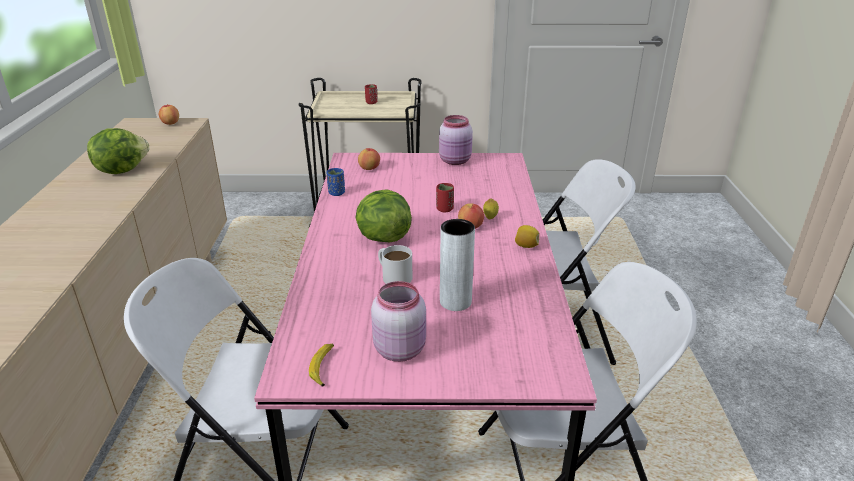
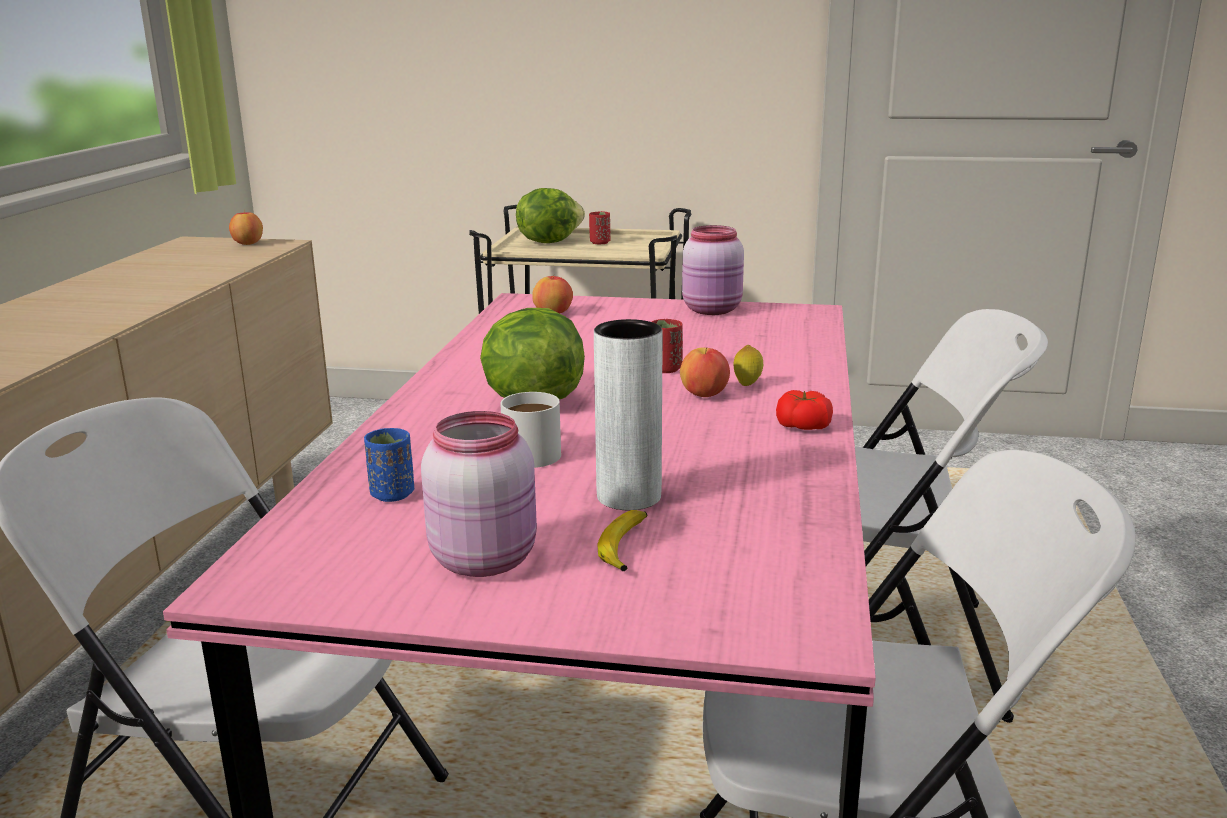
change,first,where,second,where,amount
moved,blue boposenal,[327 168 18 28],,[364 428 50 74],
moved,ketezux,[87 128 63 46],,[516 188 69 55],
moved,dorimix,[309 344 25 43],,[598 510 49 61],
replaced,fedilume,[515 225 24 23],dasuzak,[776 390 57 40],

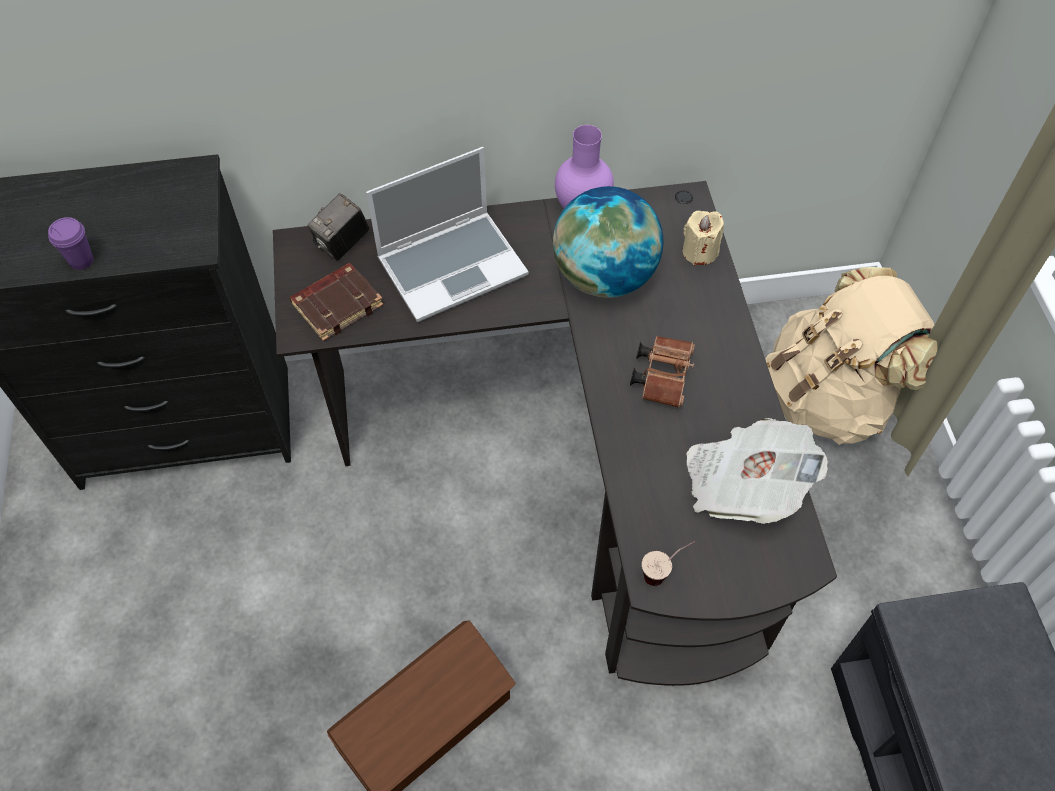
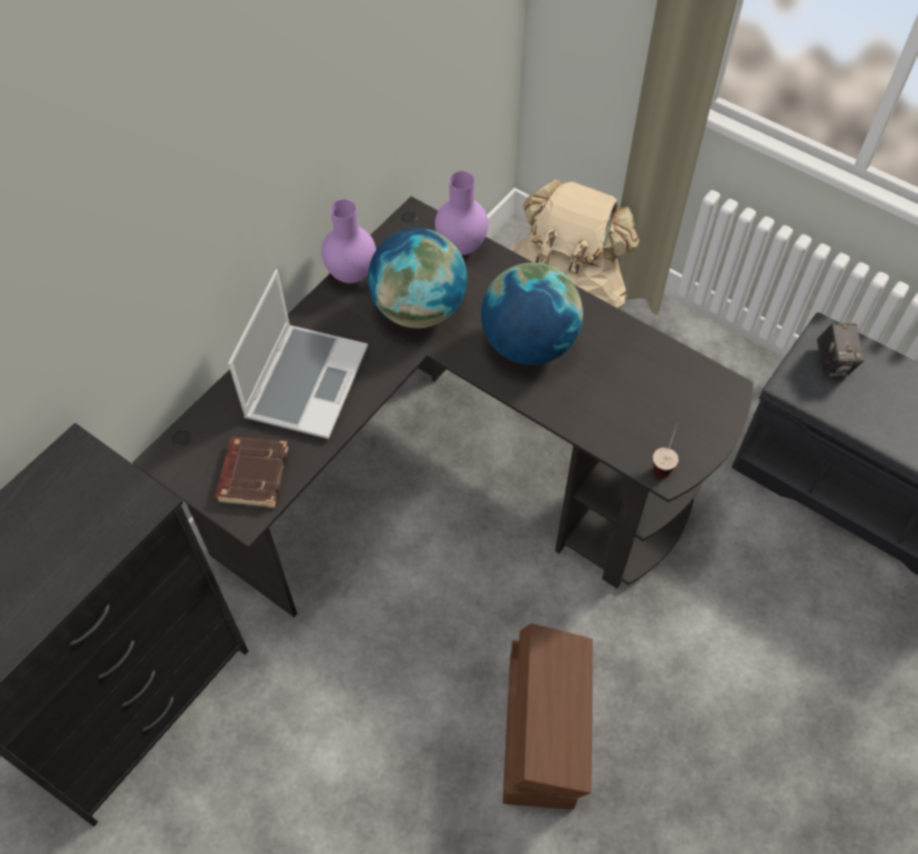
change,first,where,second,where,amount
replaced,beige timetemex,[682 210 42 55],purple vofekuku,[435 171 53 84],
replaced,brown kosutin,[630 336 65 72],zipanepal,[481 263 102 102],
moved,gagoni,[307 193 63 68],,[817 323 47 54],
removed,purple boposenal,[48 217 45 53],,,
removed,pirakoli,[686 418 142 106],,,

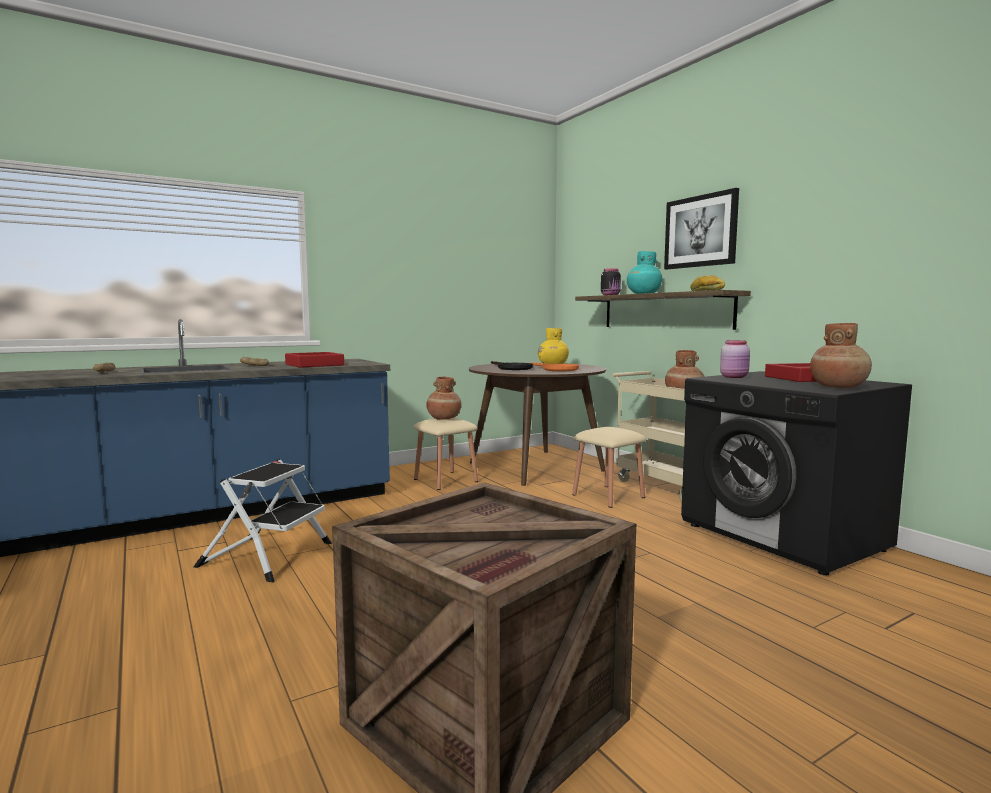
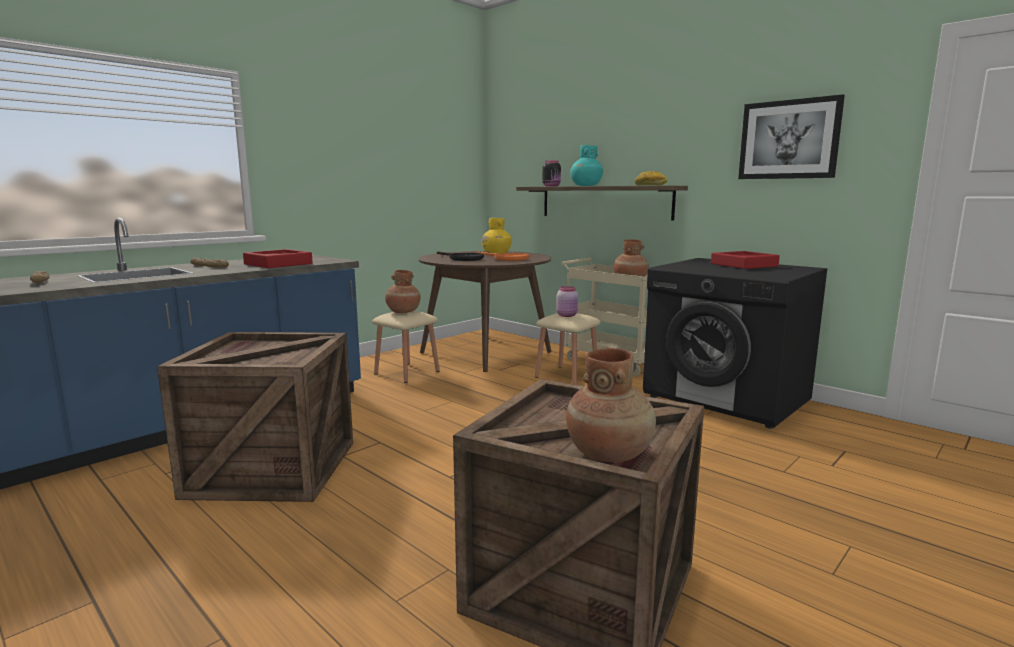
change,first,where,second,where,amount
replaced,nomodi,[193 459 139 123],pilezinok,[157 332 196 170],
moved,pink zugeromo,[720 340 30 38],,[556 286 22 31],
moved,brown vofekuku,[810 323 62 65],,[566 348 90 114],
moved,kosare,[664 188 75 81],,[738 94 107 85],

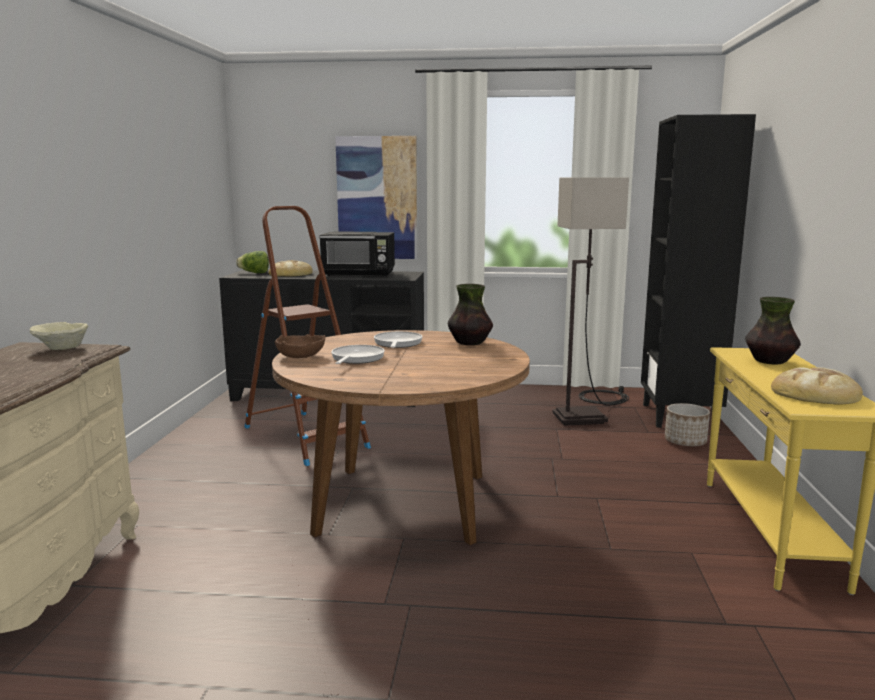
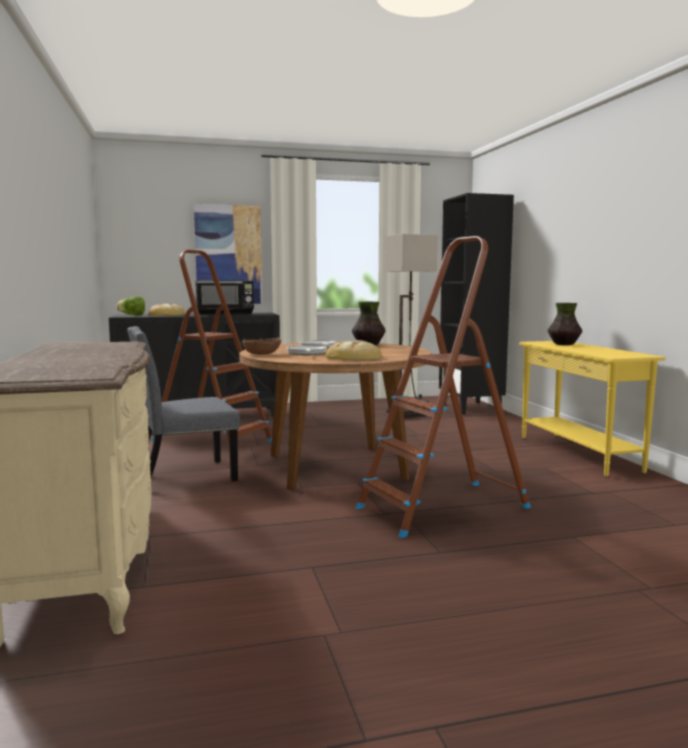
change,first,where,second,where,amount
added,,,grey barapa,[127 326 113 155],
moved,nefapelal,[771 367 92 38],,[326 340 55 20],
added,,,brown nomodi,[356 236 175 302],
removed,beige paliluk,[30 322 59 28],,,
removed,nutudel,[665 403 45 43],,,

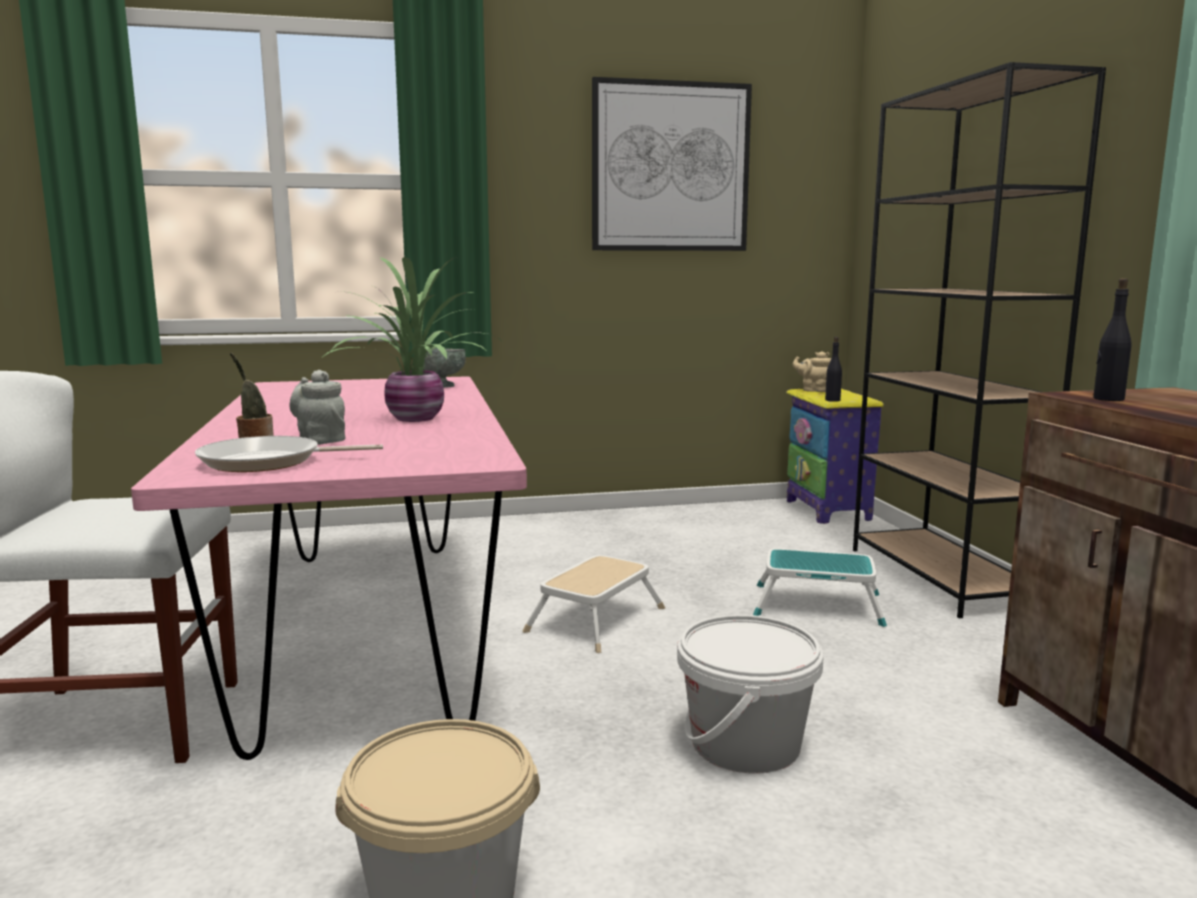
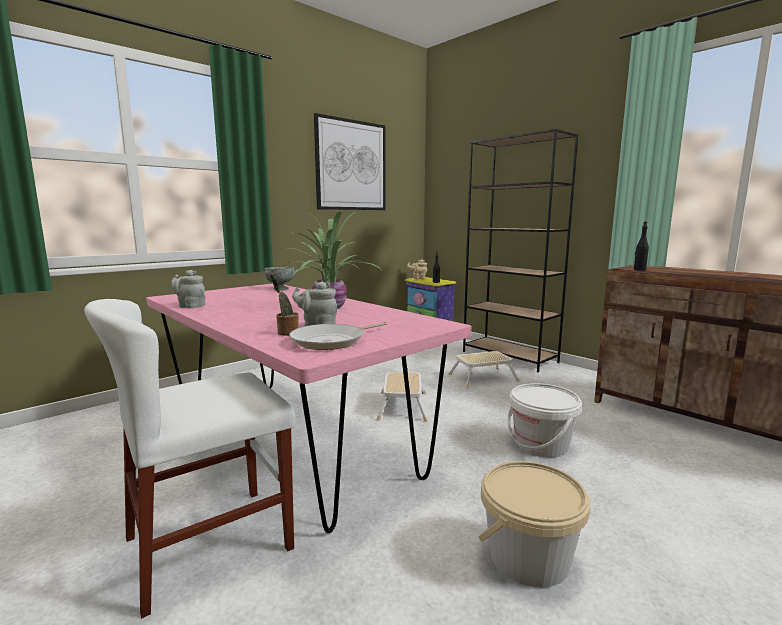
change,first,where,second,where,amount
added,,,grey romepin,[171 270 34 38],
recoloured,turquoise nomodi,[753 549 134 78],beige nomodi,[448 351 71 37],

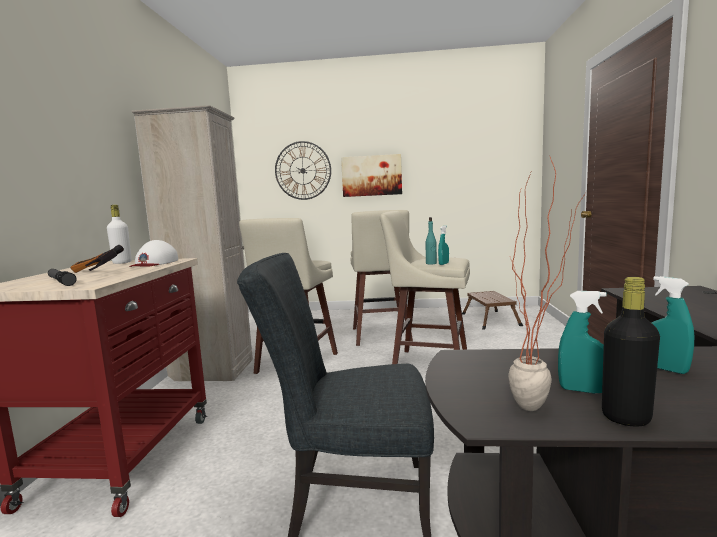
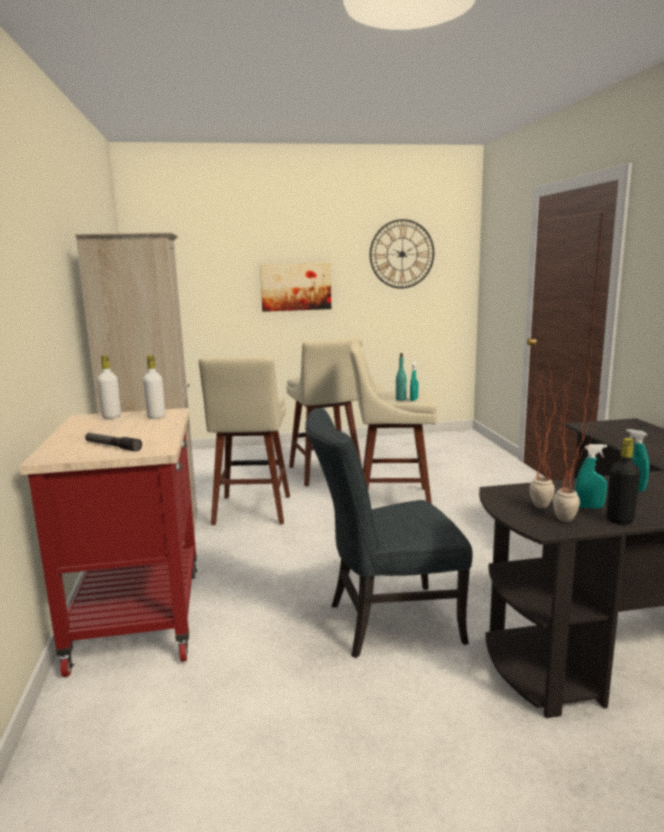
change,first,where,second,where,amount
replaced,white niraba,[129 240 49 27],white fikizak,[143 355 22 64],
moved,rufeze,[275 141 56 59],,[370 219 64 70],
added,,,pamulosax,[529 360 32 149],
removed,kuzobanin,[70 245 54 28],,,
removed,brown nomodi,[462 291 61 39],,,

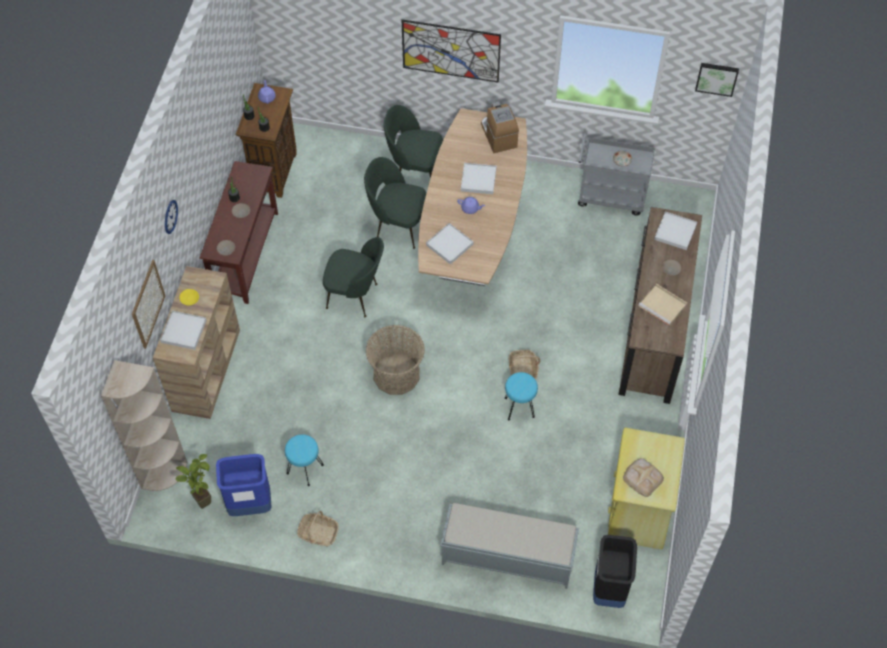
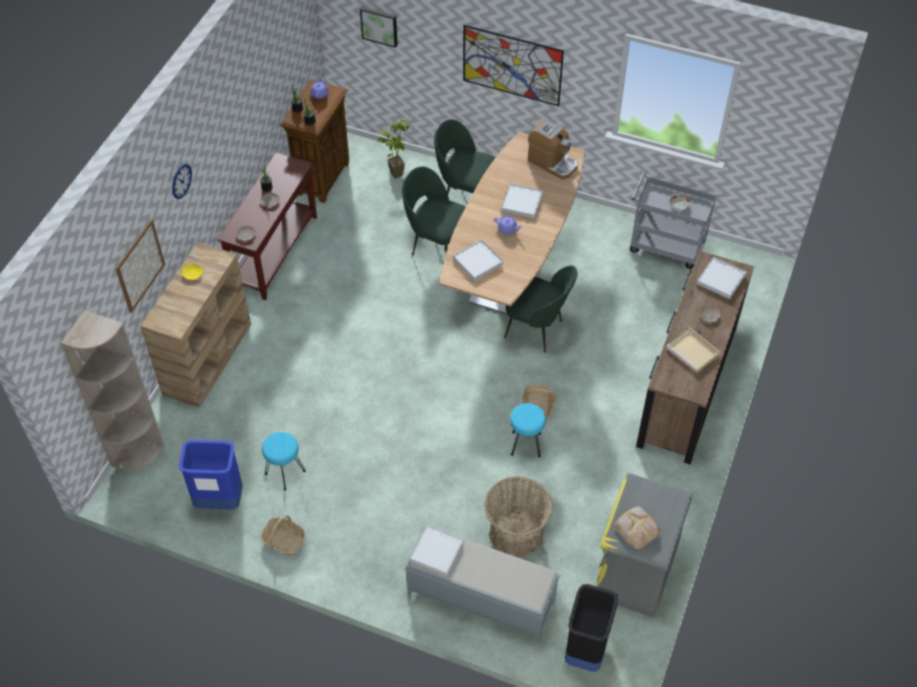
change,first,where,second,where,amount
moved,kosare,[695 63 44 34],,[360 7 38 41],
moved,pamulosax,[175 454 36 55],,[377 119 32 60],
moved,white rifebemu,[160 310 47 40],,[410 525 54 51],
moved,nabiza,[366 325 59 70],,[484 476 69 82],
moved,green barapa,[323 237 61 81],,[504 265 74 87],
turned,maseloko,[481 101 38 52],,[528 120 50 59],135 degrees clockwise
recoloured,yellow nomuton,[608 428 77 121],grey nomuton,[596 473 96 144],

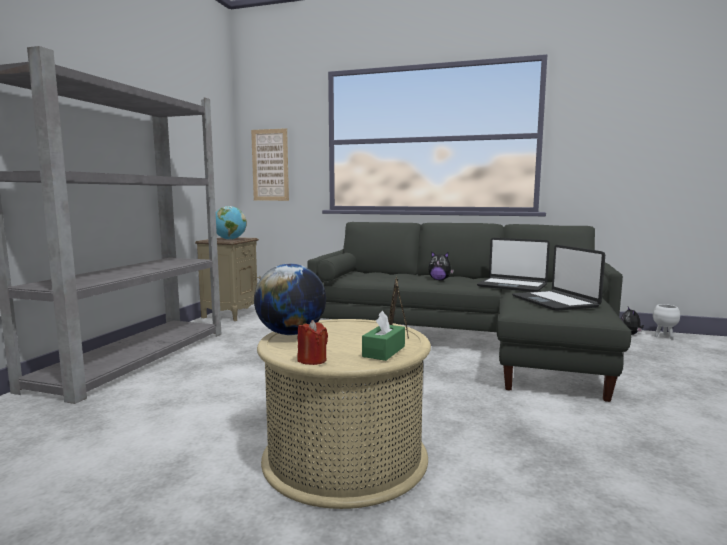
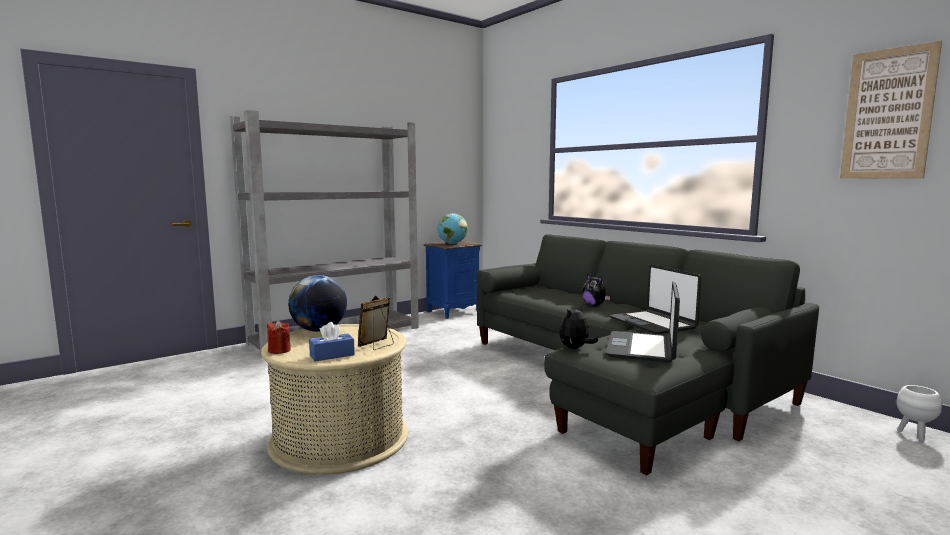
change,first,where,second,where,amount
recoloured,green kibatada,[362 311 43 50],blue kibatada,[309 322 46 39],
recoloured,beige nomuton,[195 237 66 84],blue nomuton,[424 241 58 78],
moved,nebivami,[621 307 23 28],,[559 306 39 43],
moved,kosare,[251 128 38 73],,[840 41 102 138],

